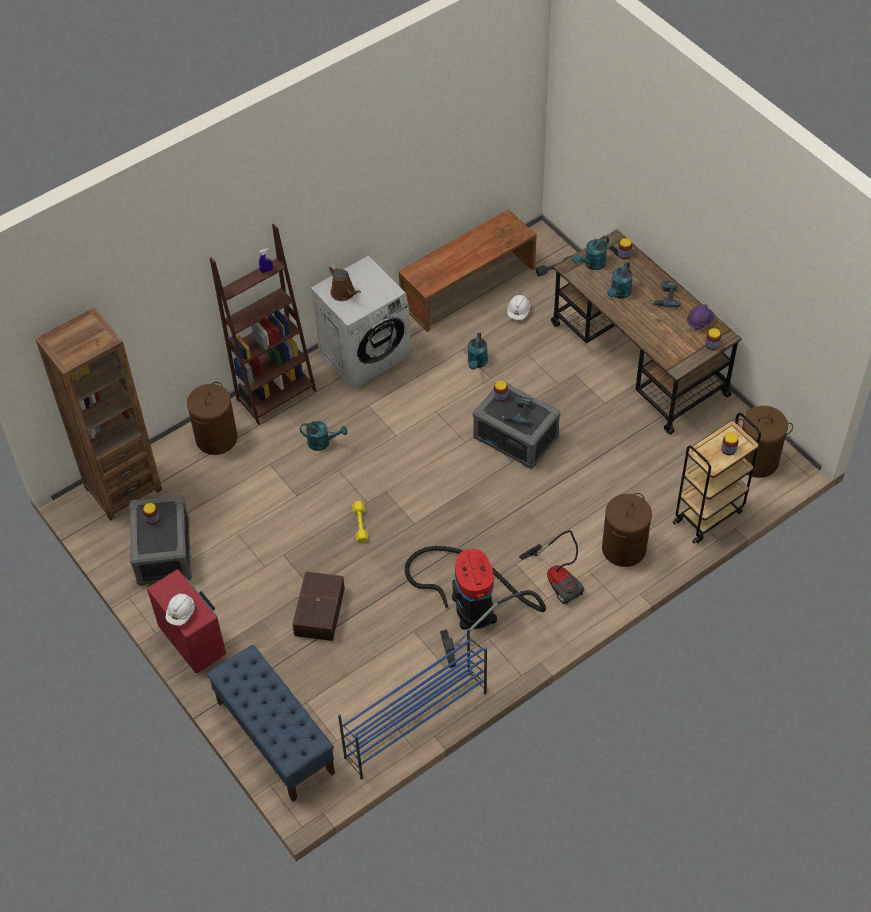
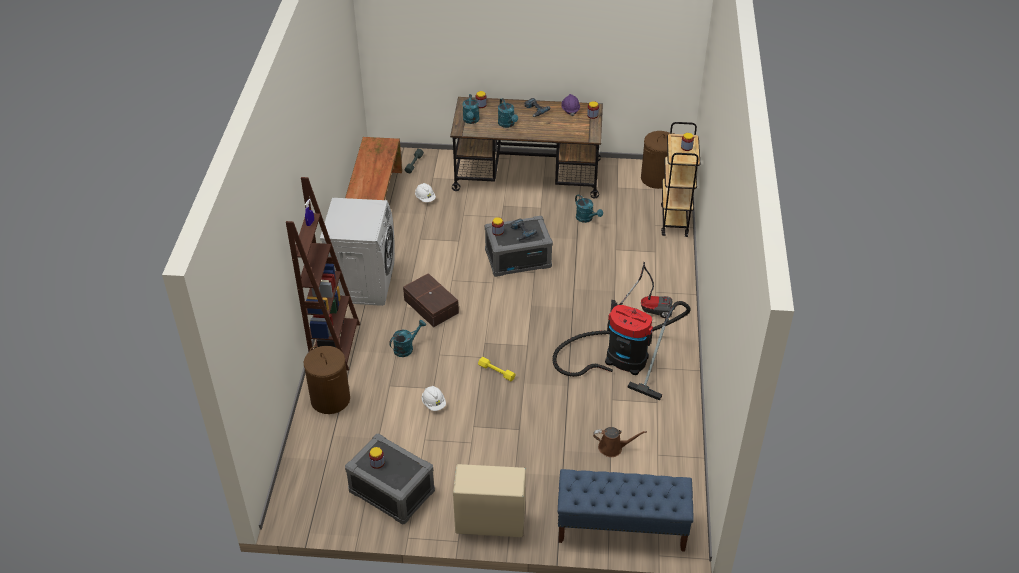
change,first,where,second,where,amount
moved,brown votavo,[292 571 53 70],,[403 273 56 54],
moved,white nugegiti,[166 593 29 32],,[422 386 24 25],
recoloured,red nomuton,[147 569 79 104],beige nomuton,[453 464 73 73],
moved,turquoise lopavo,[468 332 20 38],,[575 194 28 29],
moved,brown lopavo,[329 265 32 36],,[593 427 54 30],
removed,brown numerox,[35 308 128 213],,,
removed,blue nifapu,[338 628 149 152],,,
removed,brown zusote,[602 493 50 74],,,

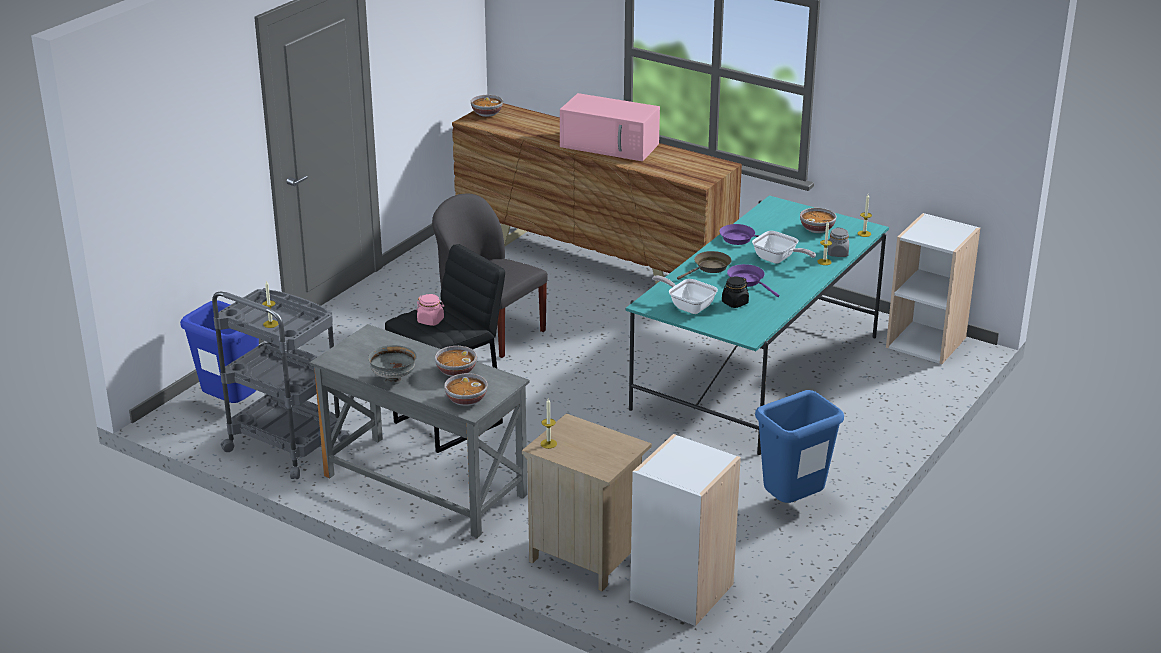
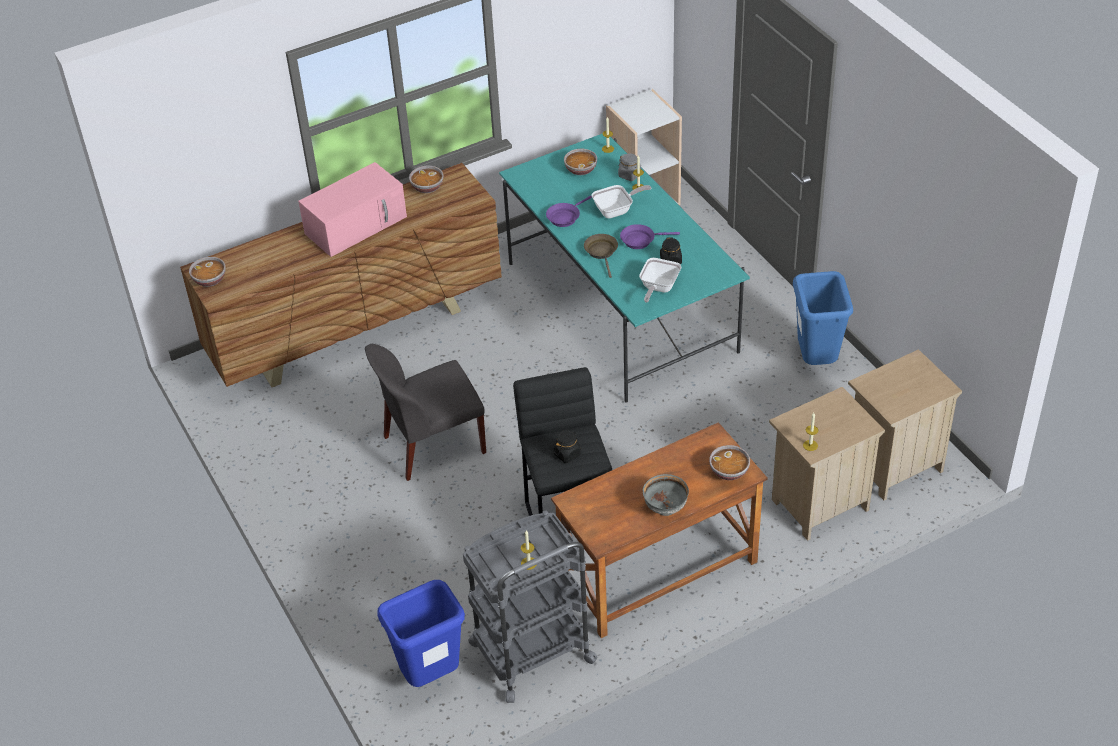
change,first,where,second,where,amount
moved,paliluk,[435 346 42 31],,[409 166 34 27],
recoloured,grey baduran,[310 324 220 214],brown baduran,[551 422 217 216],
recoloured,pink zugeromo,[417 294 27 32],black zugeromo,[553 430 28 33],
turned,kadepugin,[652 276 66 38],,[639 258 42 45],45 degrees counterclockwise
replaced,numerox,[630 434 111 192],beige nomuton,[848 349 114 151],

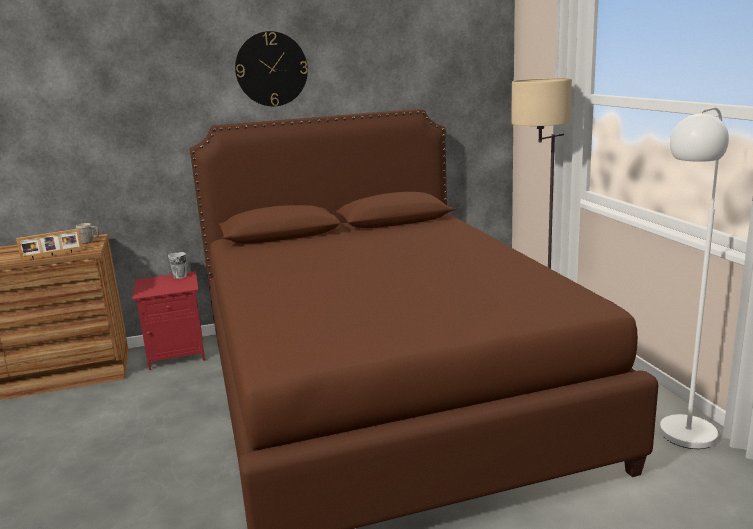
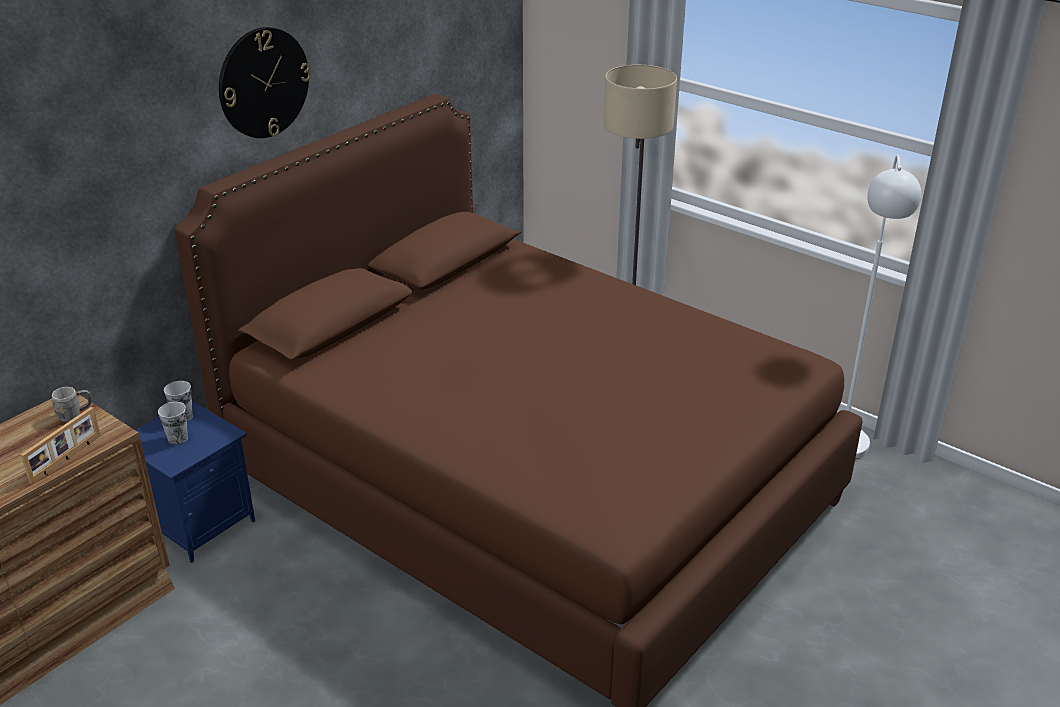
change,first,where,second,where,amount
recoloured,red nomuton,[132 271 73 99],blue nomuton,[135 401 120 162],
added,,,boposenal,[158 402 30 43],

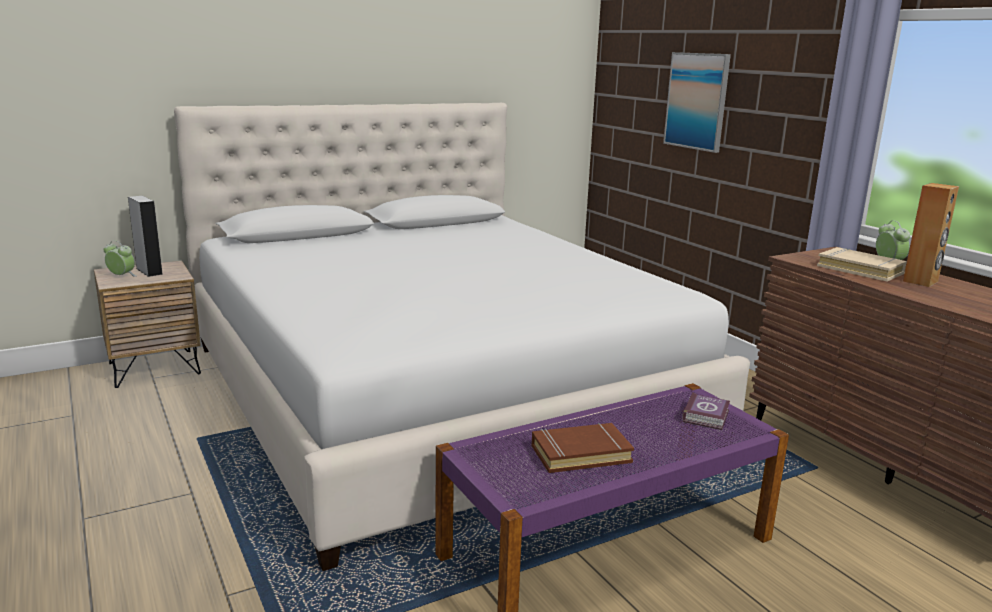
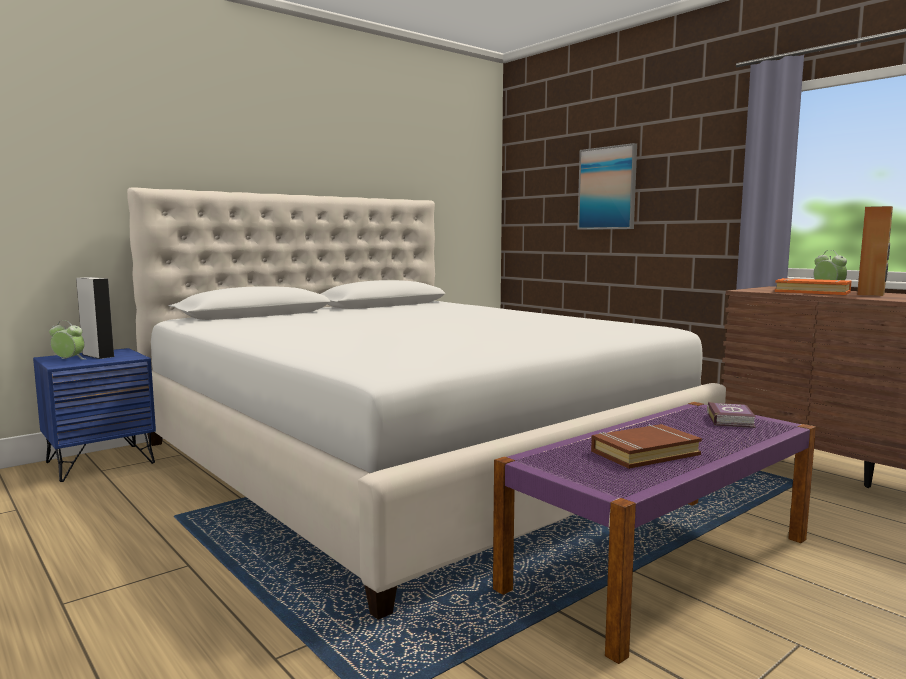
change,first,where,second,where,amount
recoloured,brown nomuton,[94 261 107 127],blue nomuton,[33 348 123 134],
recoloured,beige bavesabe,[817 247 90 35],orange bavesabe,[775 278 77 17],

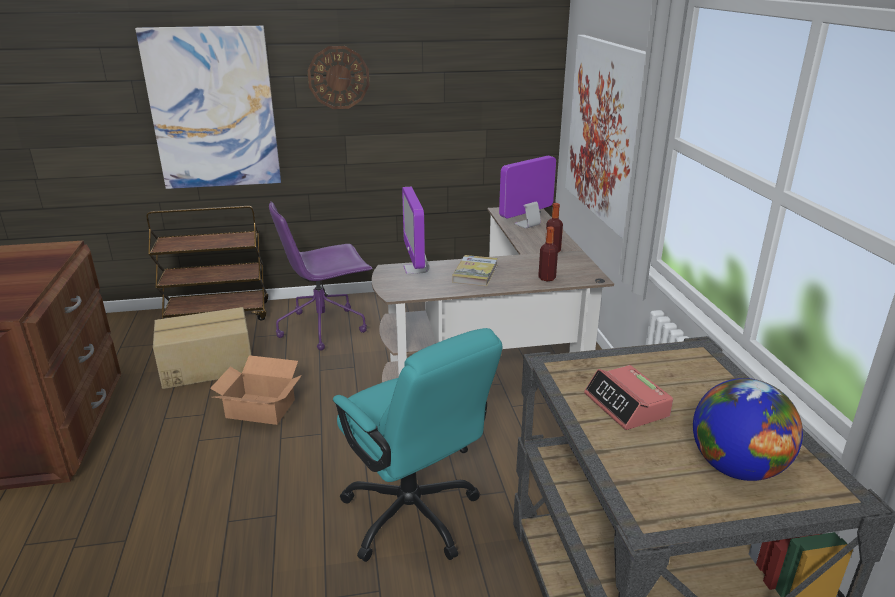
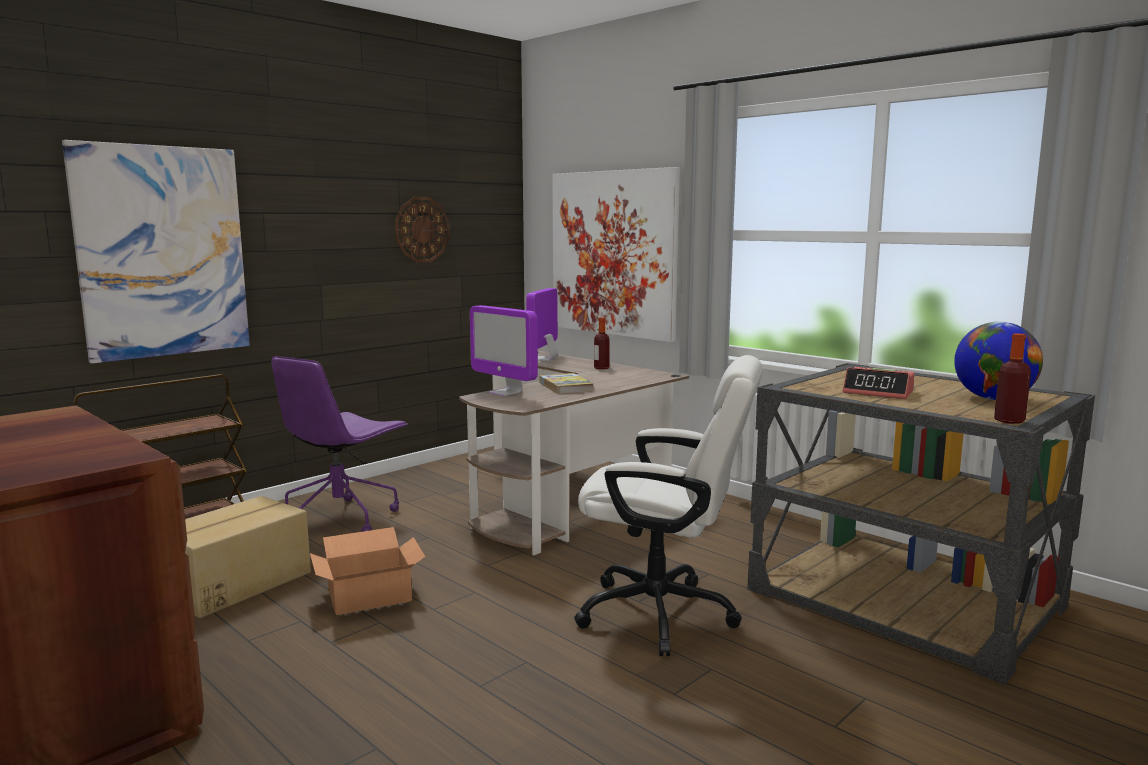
change,first,where,second,where,amount
moved,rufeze,[307 46 63 63],,[395 197 55 66],
recoloured,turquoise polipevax,[333 328 169 234],white polipevax,[574 355 189 301],
moved,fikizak,[538 226 20 55],,[994 333 37 91],

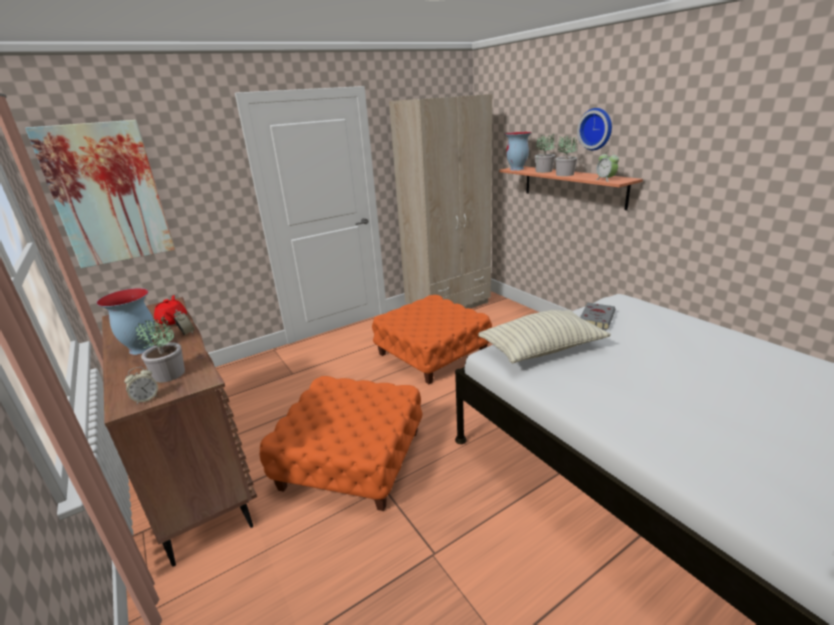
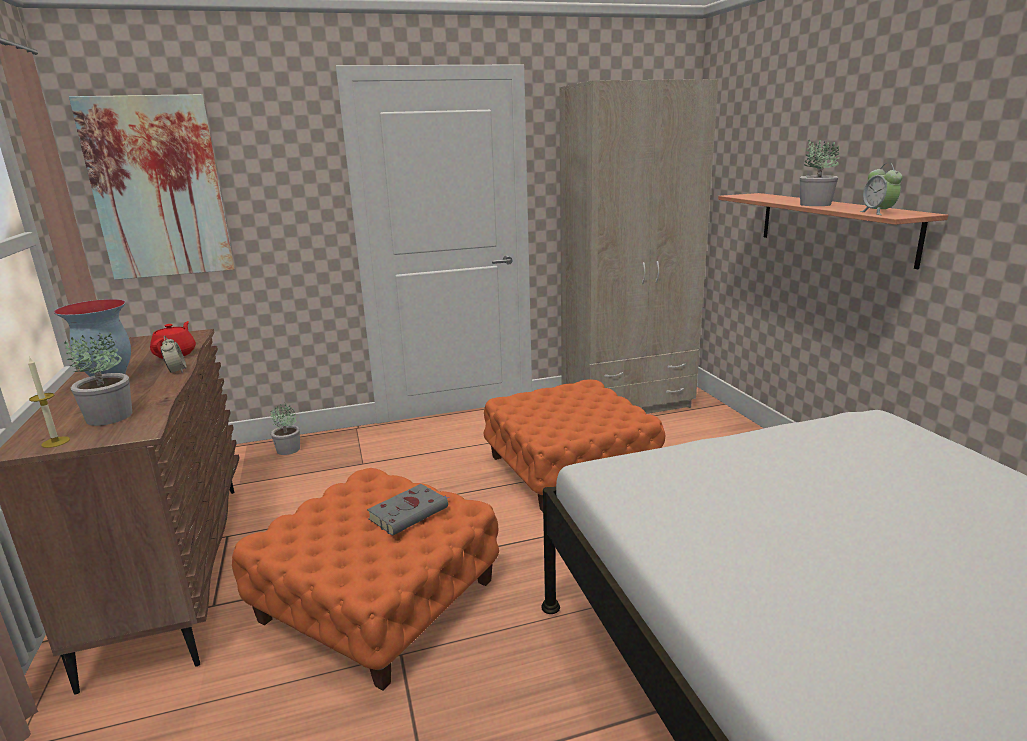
change,first,where,second,where,amount
replaced,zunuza,[124 367 34 37],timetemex,[28 356 42 92],
moved,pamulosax,[535 133 20 40],,[270 403 30 52],
moved,grey bavesabe,[580 303 35 27],,[367 484 81 52],
removed,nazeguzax,[478 310 133 53],,,
removed,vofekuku,[505 132 27 39],,,
removed,rufeze,[577 108 35 42],,,

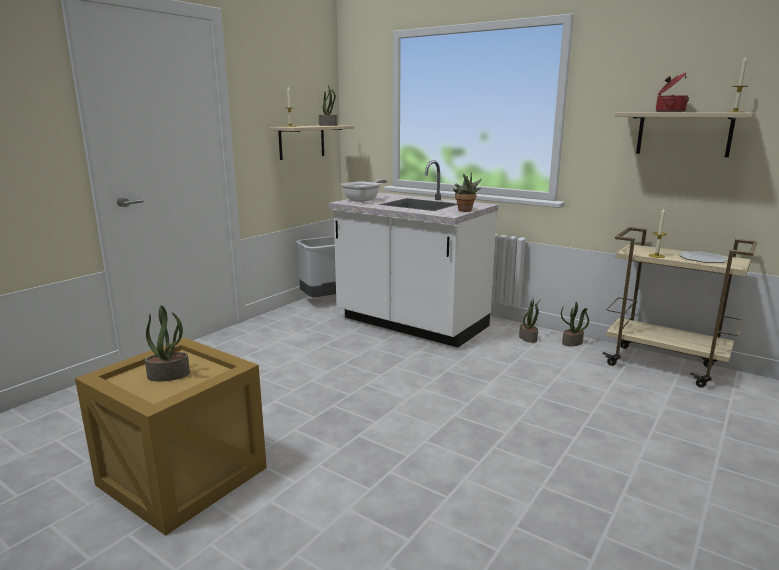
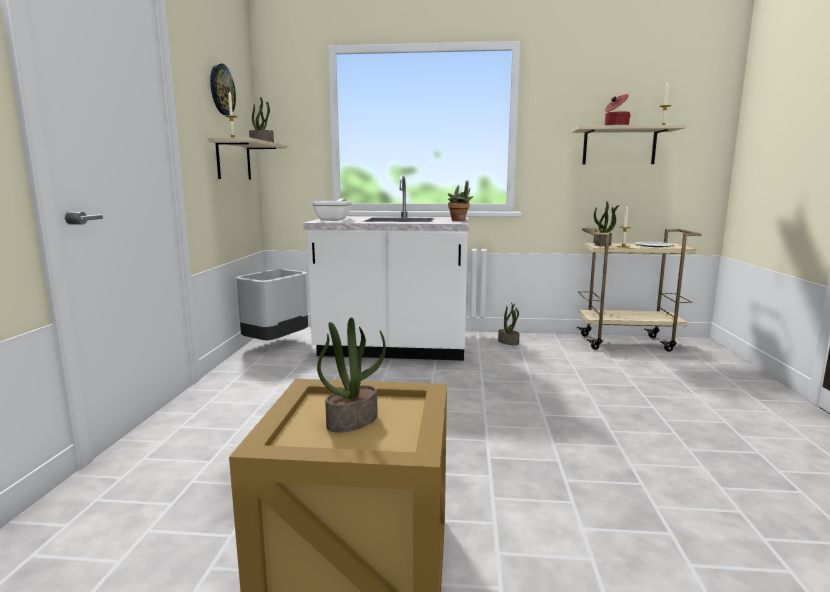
change,first,where,second,where,amount
added,,,rufeze,[210 64 26 51],
moved,pamulosax,[561 302 28 44],,[594 201 25 45],

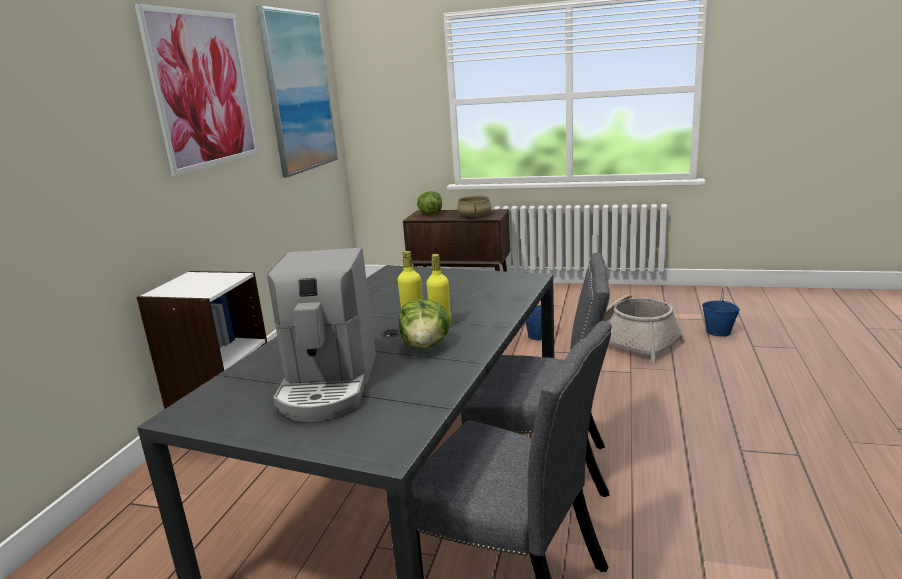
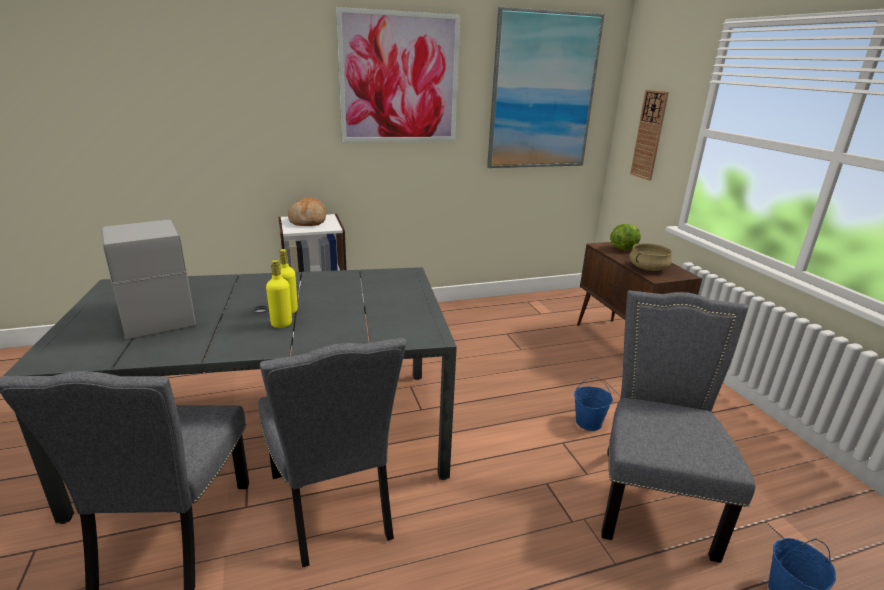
change,first,where,second,where,amount
turned,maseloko,[267 248 109 174],,[101 220 95 120],90 degrees clockwise
added,,,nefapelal,[288 198 39 28],
replaced,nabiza,[603 294 82 69],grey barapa,[601 291 154 272],
added,,,rufeze,[630 90 39 91],
removed,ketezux,[399 299 52 50],,,

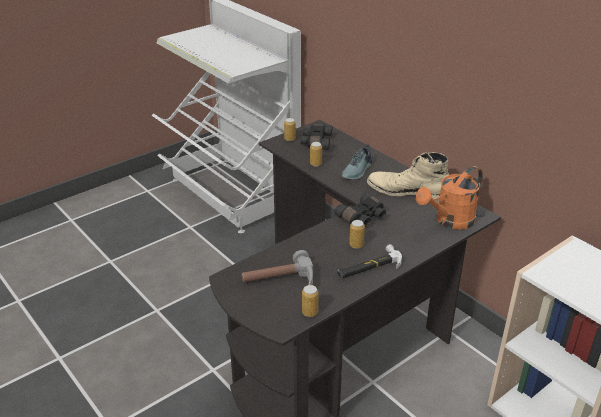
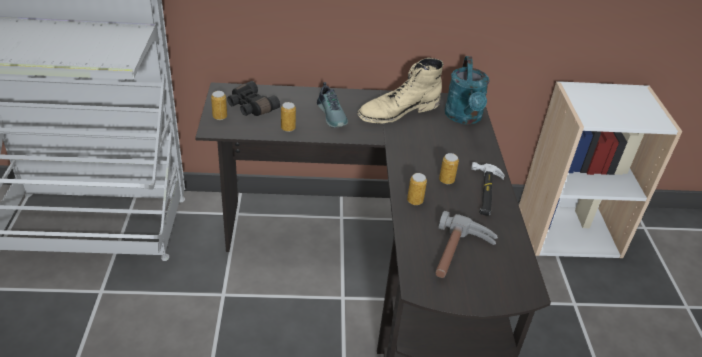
change,first,where,second,where,amount
moved,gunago,[302 285 17 32],,[407 173 20 32],
recoloured,orange lopavo,[416 166 67 64],turquoise lopavo,[445 56 45 68],
removed,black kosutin,[335 192 51 35],,,

